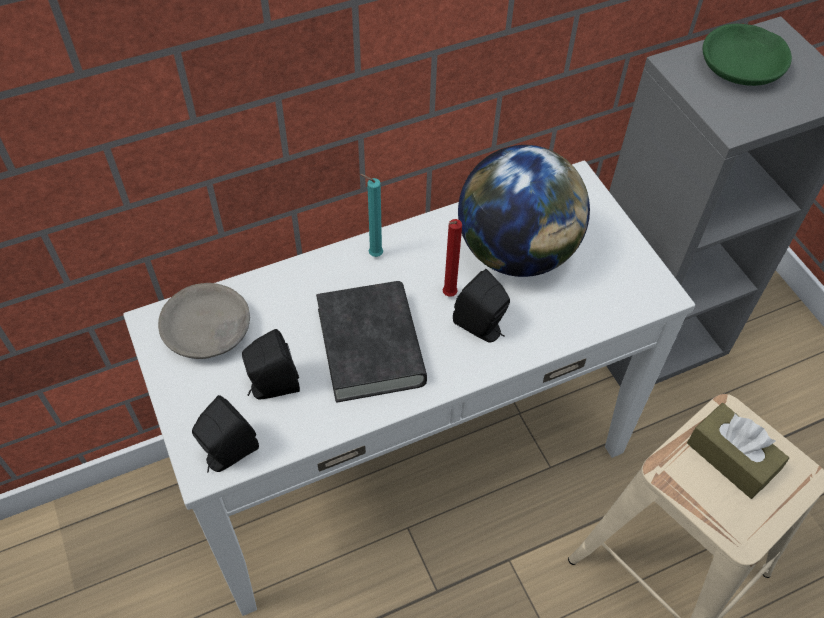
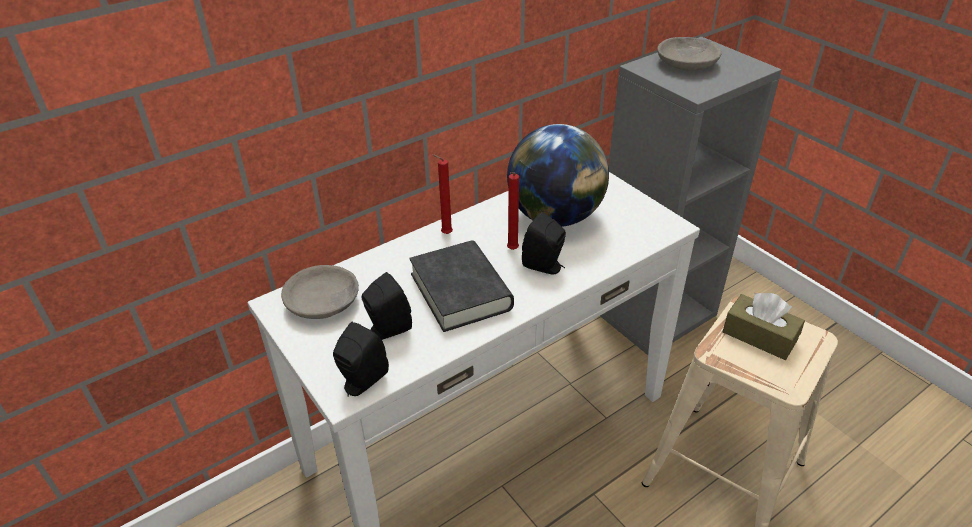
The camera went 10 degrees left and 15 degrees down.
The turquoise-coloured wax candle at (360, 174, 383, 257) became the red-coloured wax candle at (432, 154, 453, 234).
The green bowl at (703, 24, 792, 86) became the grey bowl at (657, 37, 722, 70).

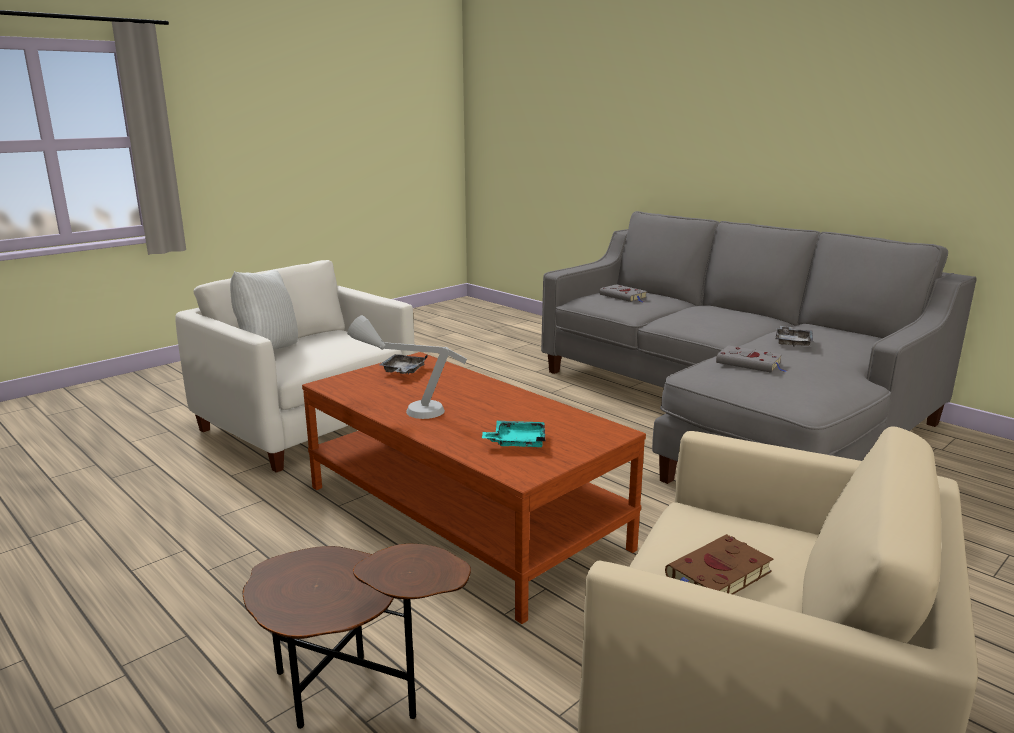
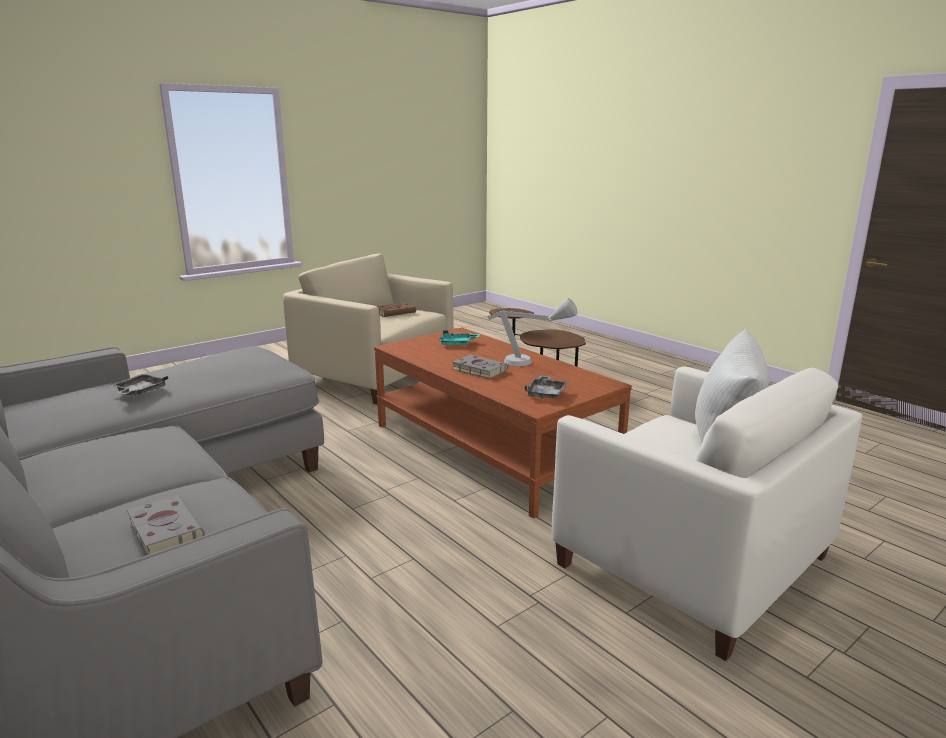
The camera went 175 degrees left and 0 degrees up.
The grey volume moved from (716, 345, 786, 373) to (452, 355, 508, 379).

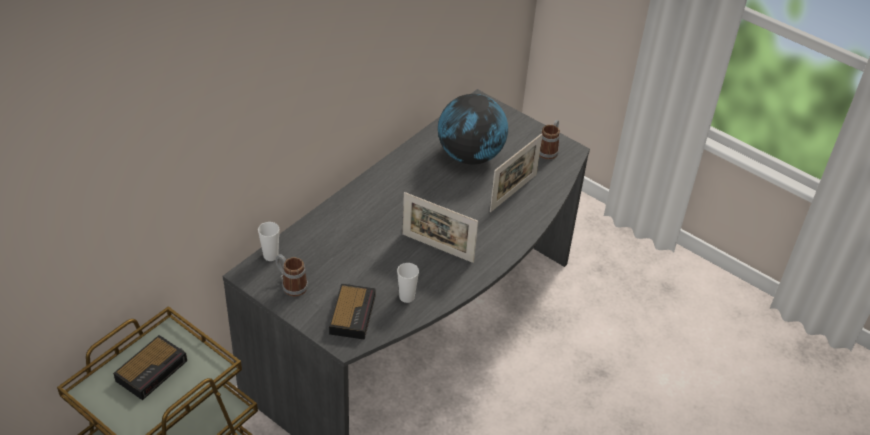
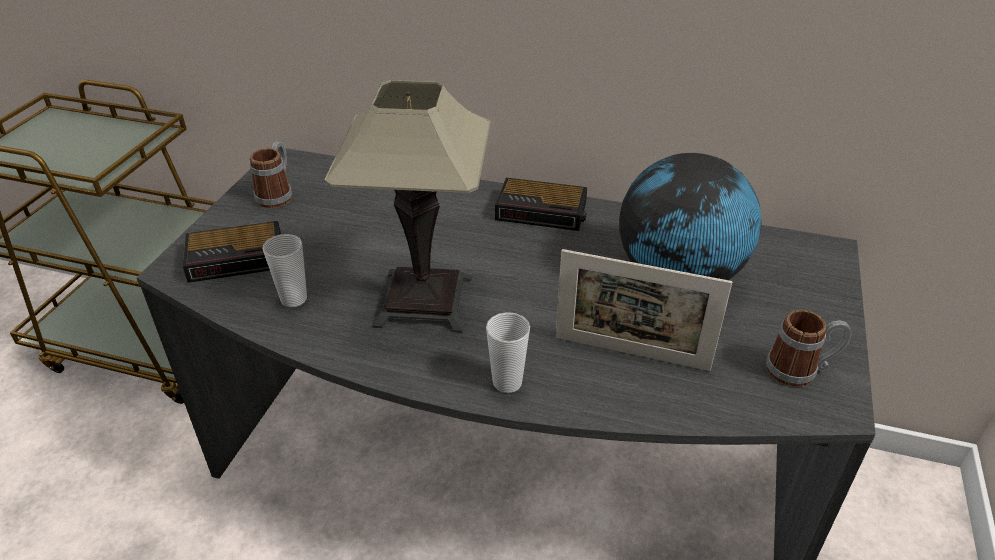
The camera went 70 degrees right and 5 degrees down.
The table clock moved from (113, 335, 187, 400) to (495, 178, 587, 231).
The cup moved from (258, 222, 279, 261) to (486, 312, 530, 393).
The standing frame at (402, 192, 478, 263) was replaced by the lamp for a table at (324, 80, 491, 333).

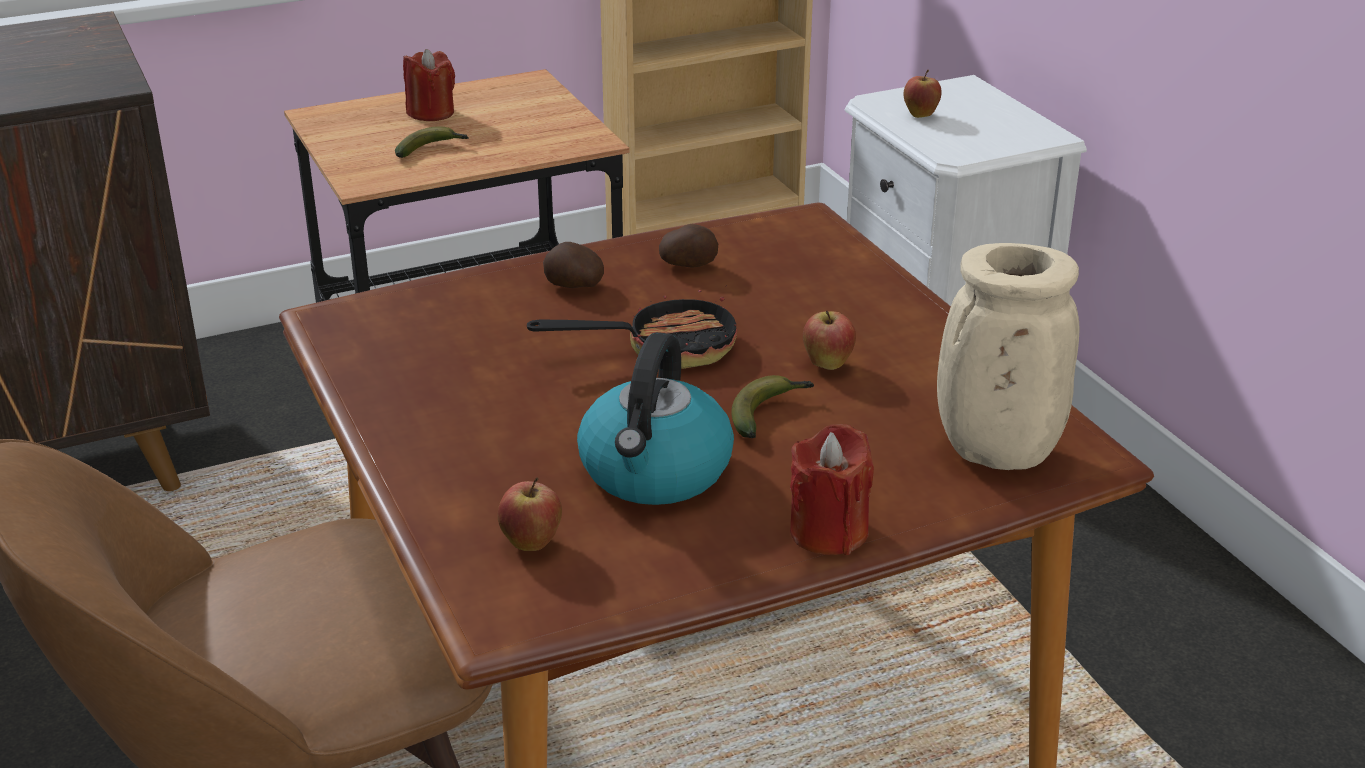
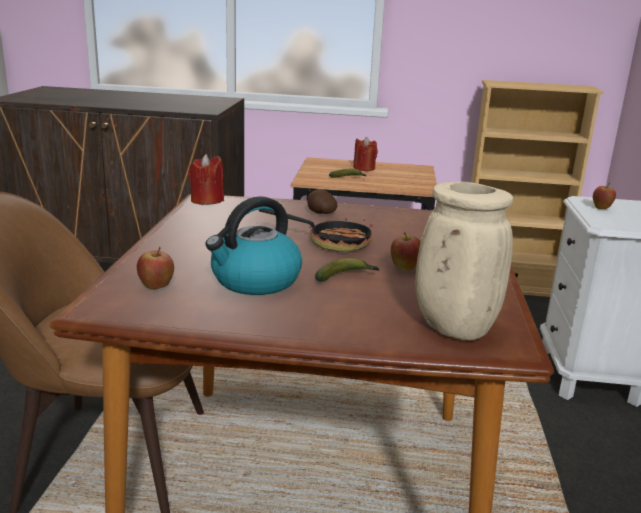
The camera went 30 degrees right and 10 degrees down.
The whole potato at (659, 224, 718, 268) disappeared.
The red-coloured wax candle moved from (790, 424, 874, 555) to (188, 154, 224, 205).

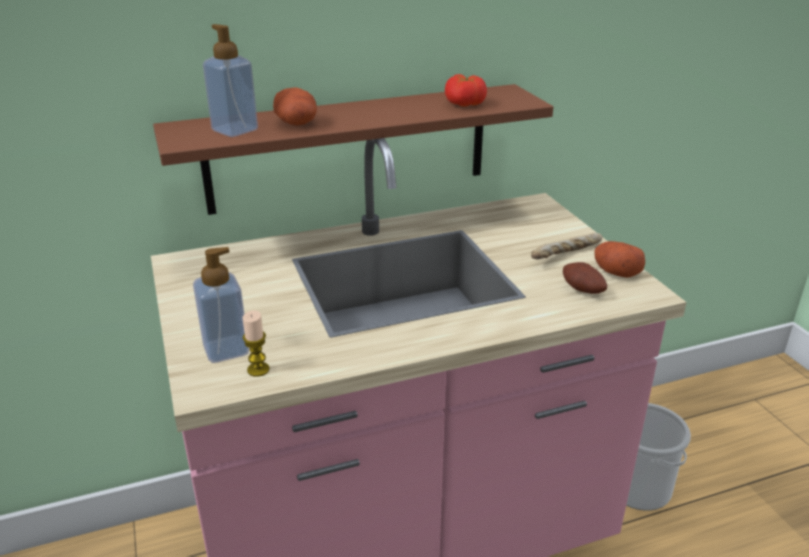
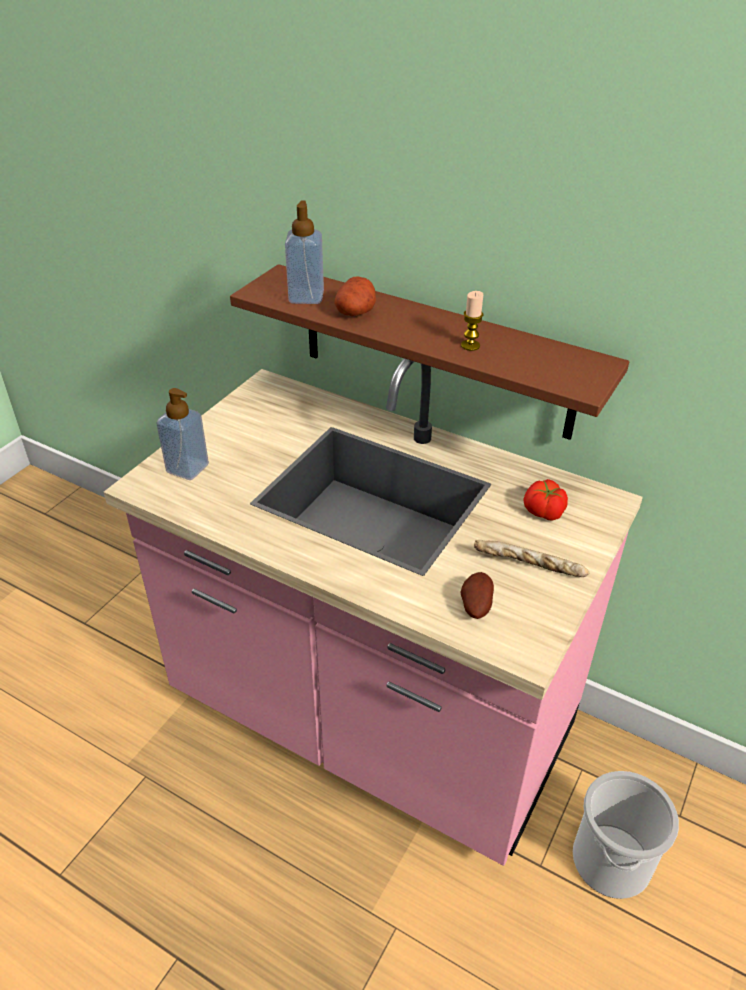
The camera went 50 degrees right and 10 degrees up.
The whole potato at (594, 241, 645, 278) disappeared.
The wax candle moved from (242, 311, 270, 377) to (461, 291, 483, 351).
The fresh tomato moved from (445, 74, 487, 107) to (524, 479, 568, 521).

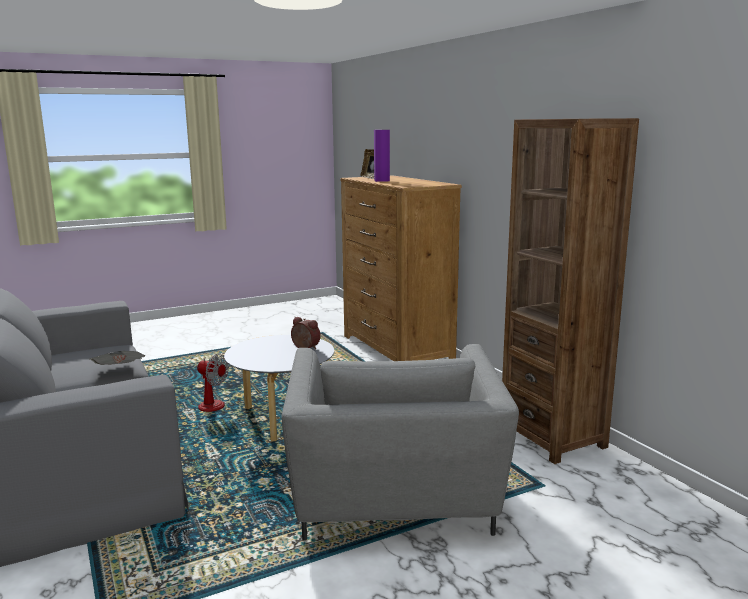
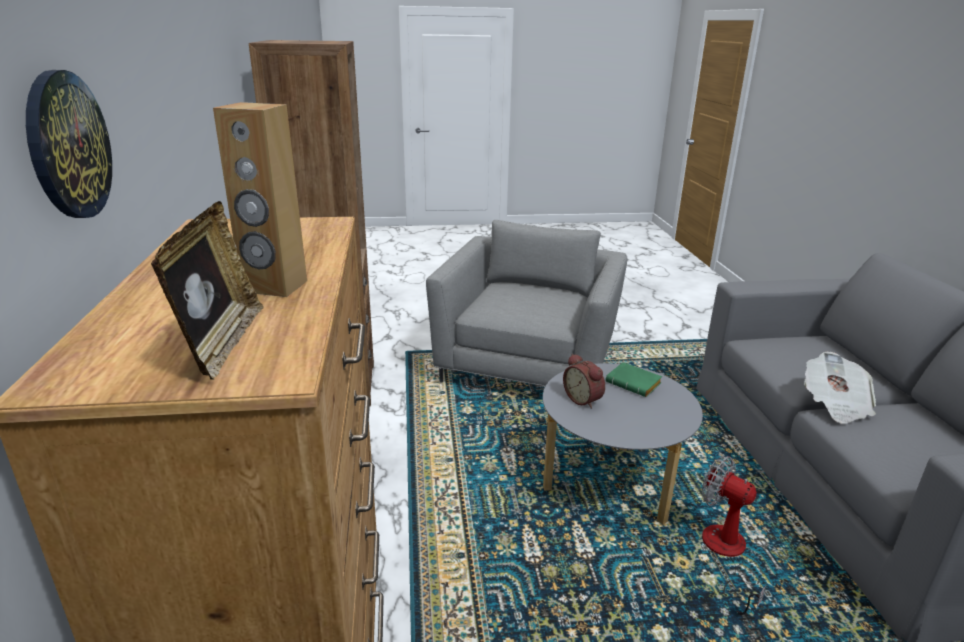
The camera went 160 degrees left and 10 degrees up.
The wall clock at (26, 70, 112, 218) appeared.
The green volume at (606, 362, 662, 397) appeared.
The purple audio speaker at (374, 130, 390, 182) became the brown-coloured audio speaker at (213, 102, 307, 297).

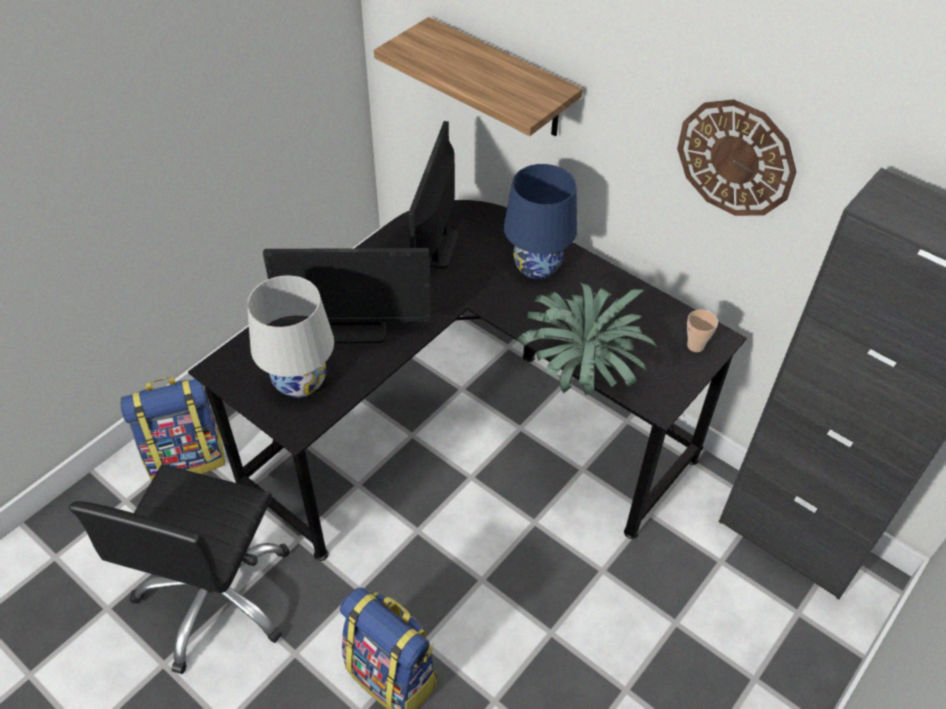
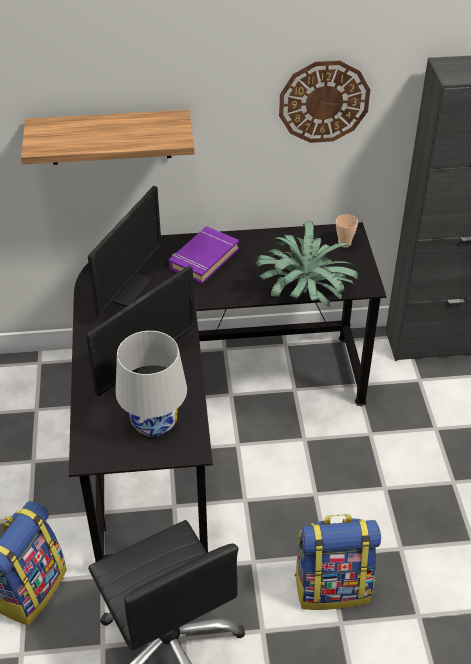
The camera went 45 degrees left and 5 degrees down.
The bluish lamp for a table at (504, 164, 577, 279) was replaced by the purple volume at (169, 226, 239, 284).
The computer screen at (408, 121, 459, 268) turned 120 degrees counterclockwise.

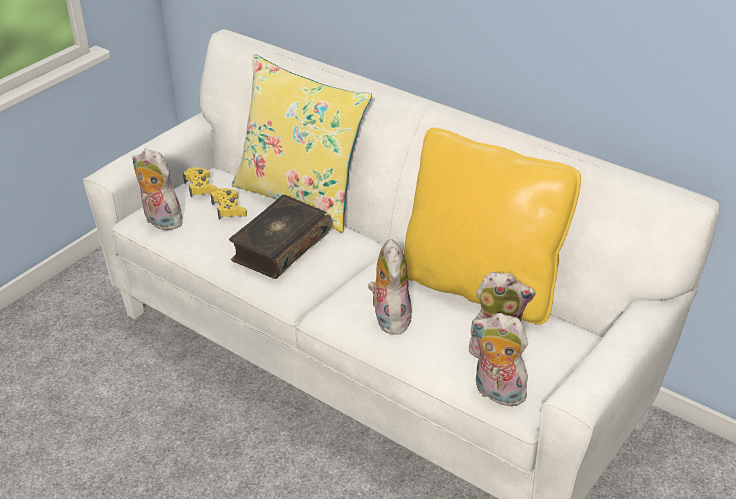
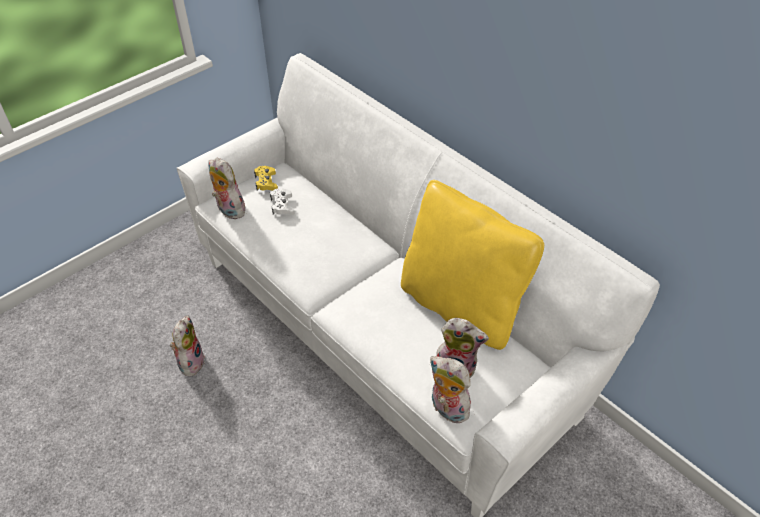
The camera went 10 degrees right and 10 degrees up.
The volume at (229, 195, 332, 279) disappeared.
The yellowish throw pillow at (232, 54, 372, 233) disappeared.
The plush toy moved from (368, 239, 412, 335) to (170, 316, 205, 377).
The yellowish game controller at (211, 188, 247, 220) became the white game controller at (270, 188, 295, 215).

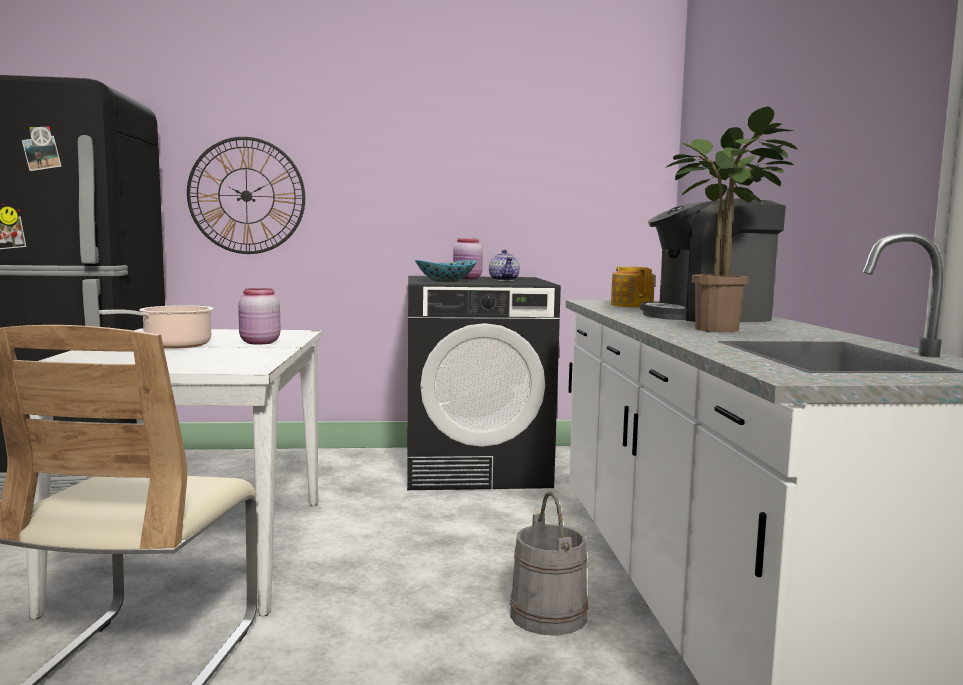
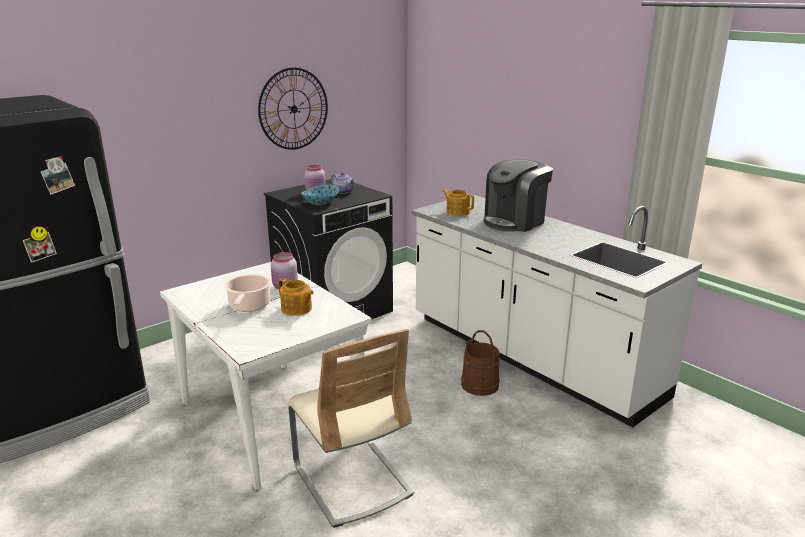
The camera went 35 degrees left and 15 degrees up.
The potted plant at (666, 106, 798, 332) disappeared.
The tea pot at (278, 278, 314, 316) appeared.
The wall clock moved from (187, 137, 305, 254) to (258, 67, 328, 150).
The grey bucket at (510, 492, 588, 636) became the brown-coloured bucket at (461, 330, 500, 396).

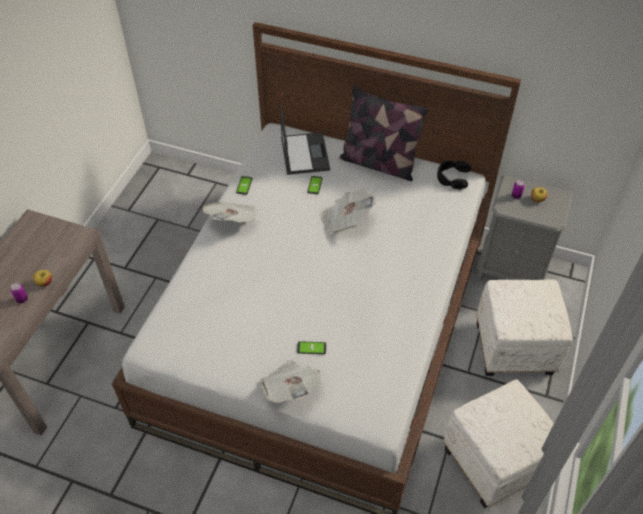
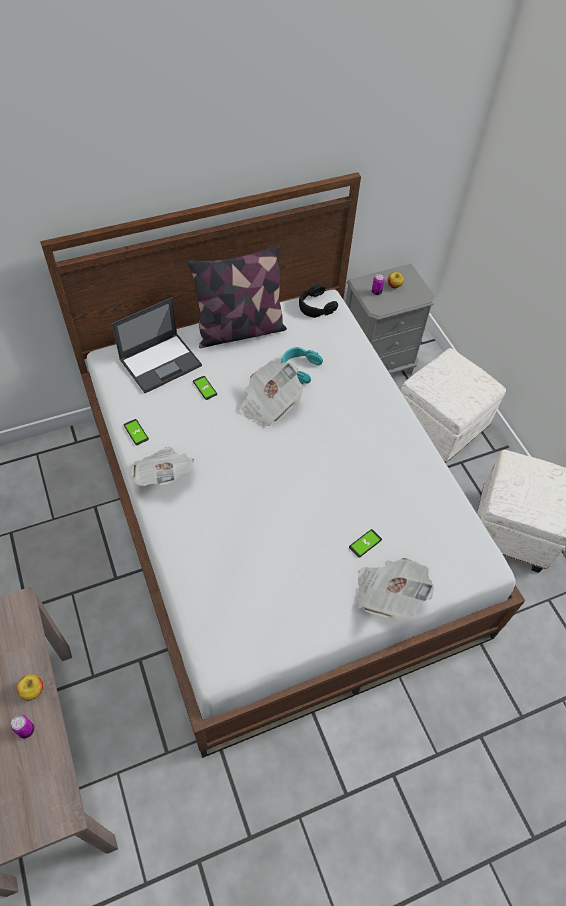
The camera went 45 degrees left and 5 degrees up.
The turquoise-coloured headset at (281, 347, 323, 384) appeared.
The laptop at (280, 104, 330, 175) turned 105 degrees clockwise.

